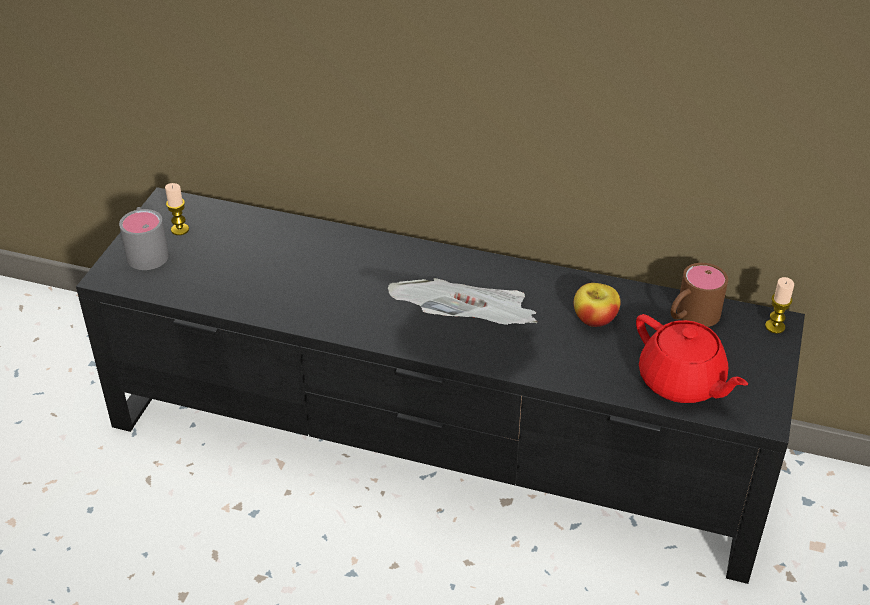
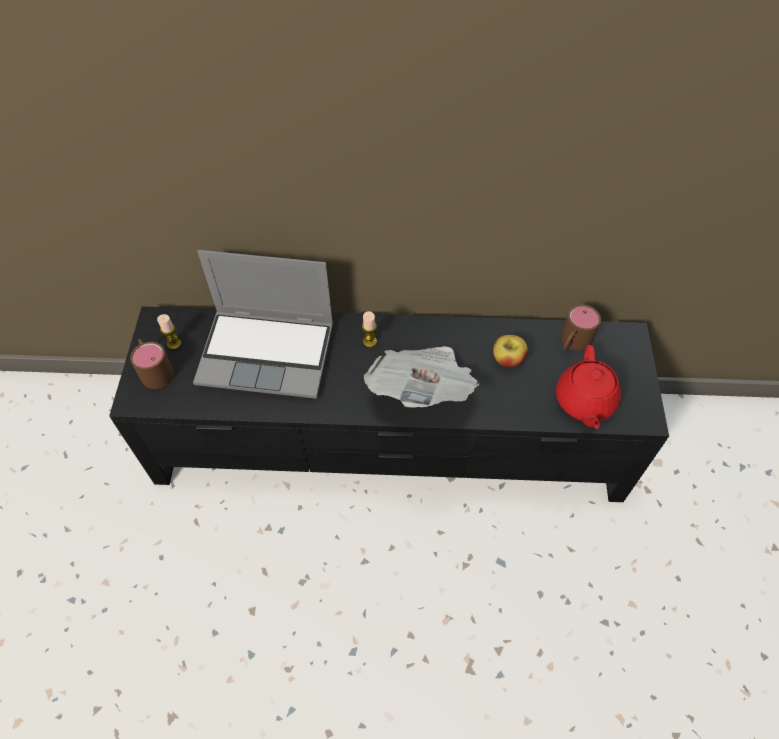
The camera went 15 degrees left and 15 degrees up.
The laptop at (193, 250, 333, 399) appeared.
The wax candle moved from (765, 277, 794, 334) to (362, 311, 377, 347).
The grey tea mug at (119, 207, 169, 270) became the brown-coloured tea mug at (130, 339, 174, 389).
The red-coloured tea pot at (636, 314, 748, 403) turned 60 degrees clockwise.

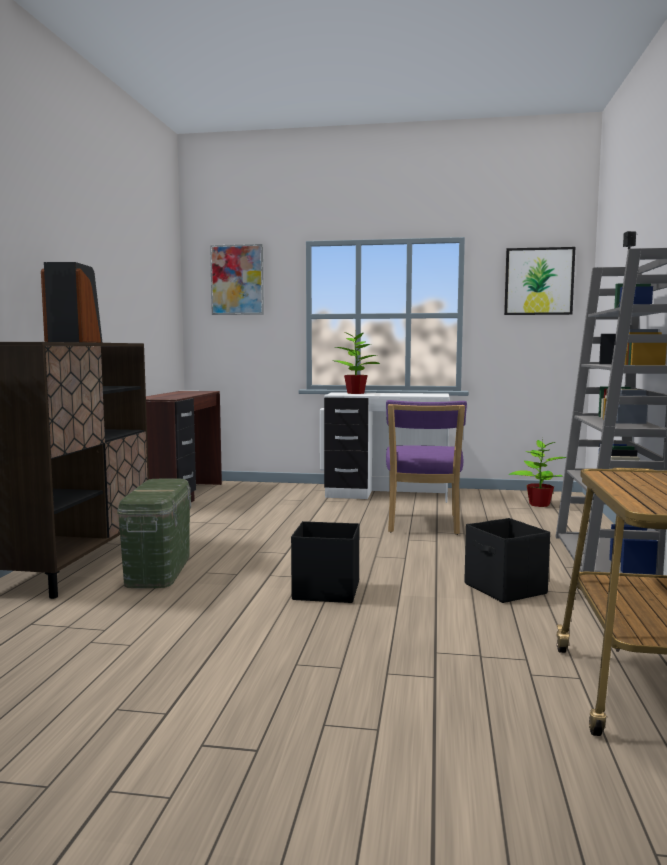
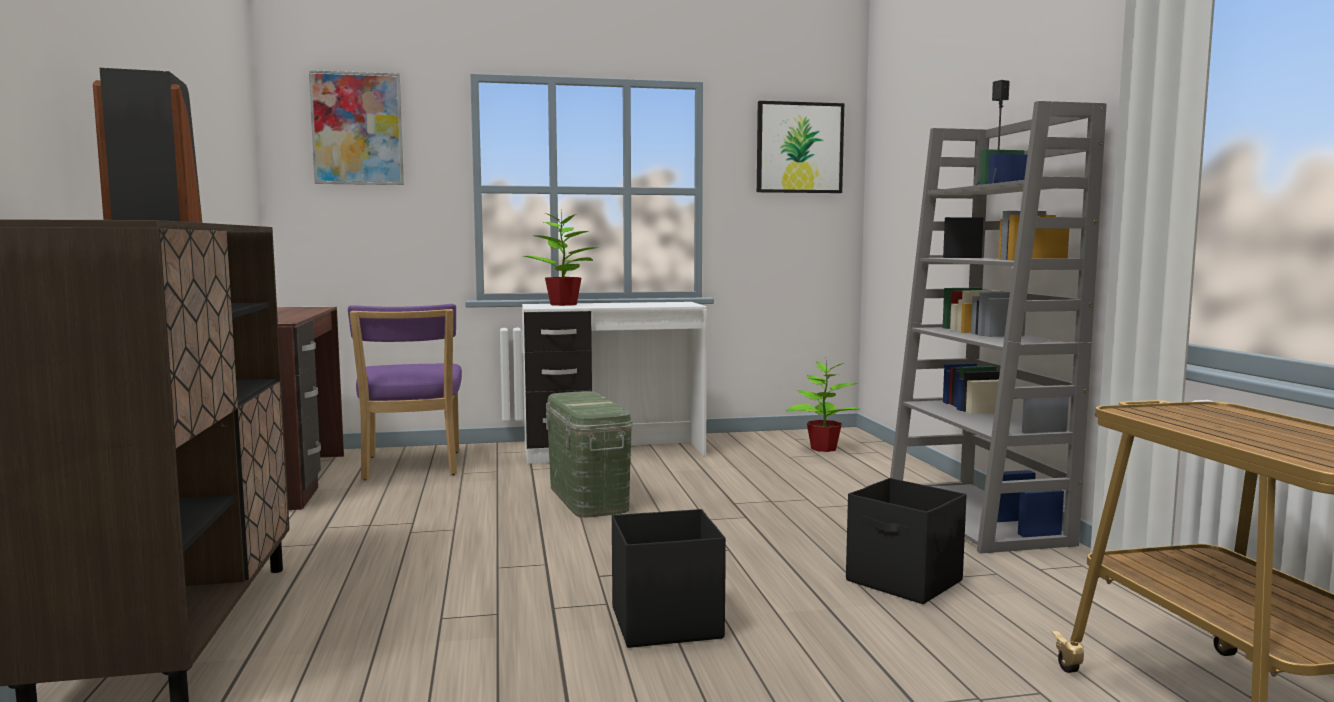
The camera went 20 degrees left and 0 degrees up.
The green storage bin moved from (117, 479, 191, 588) to (546, 391, 633, 518).
The purple plain chair moved from (386, 400, 467, 535) to (348, 304, 462, 480).

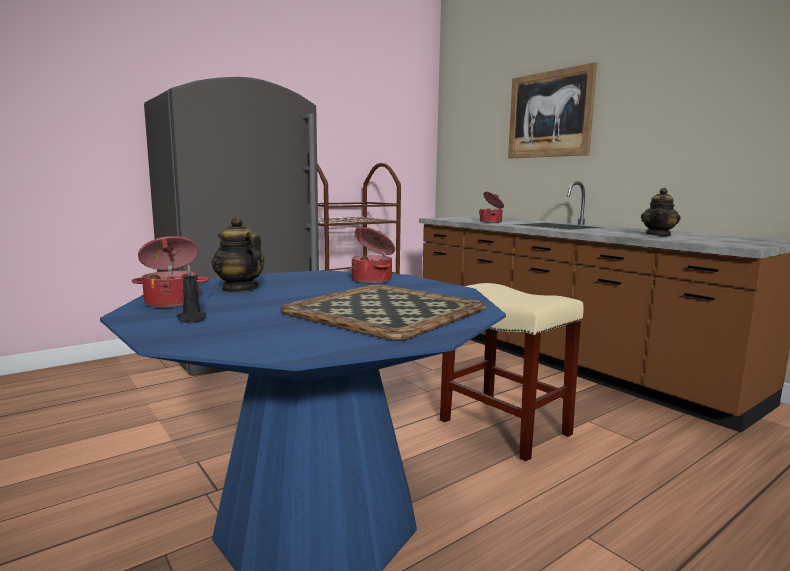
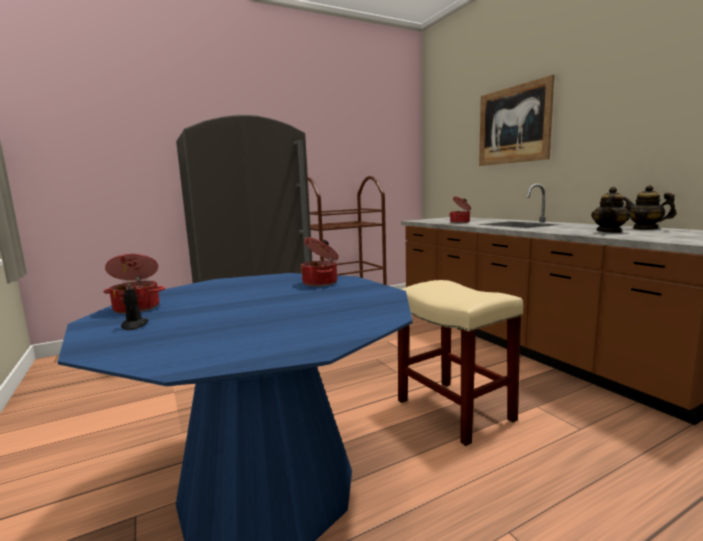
The camera went 10 degrees right and 0 degrees up.
The tray at (280, 285, 486, 341) disappeared.
The tea pot moved from (212, 217, 265, 292) to (623, 185, 677, 230).

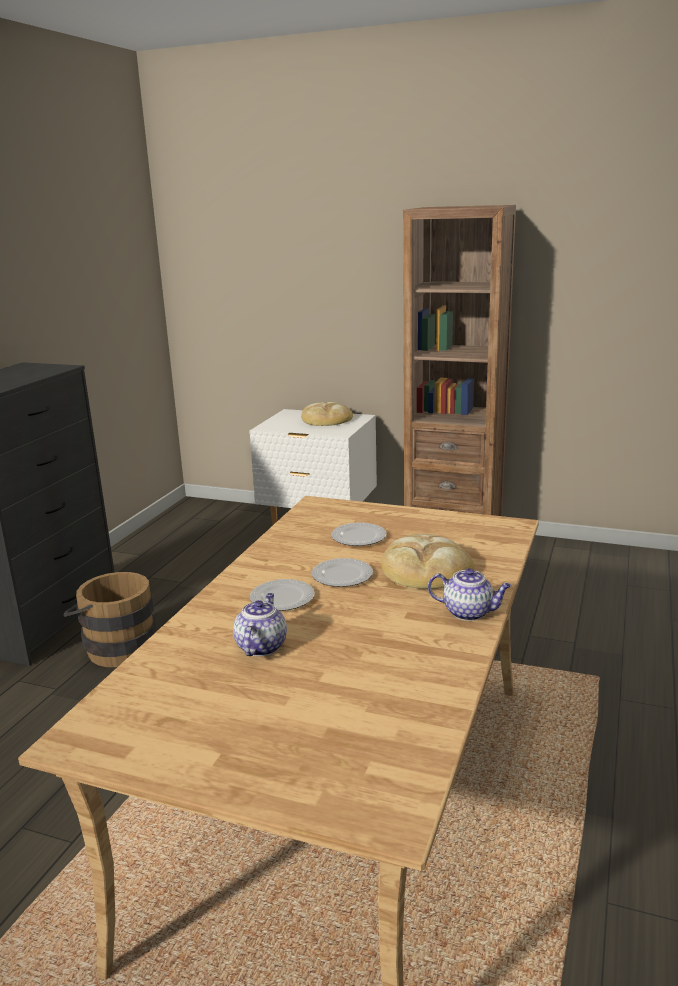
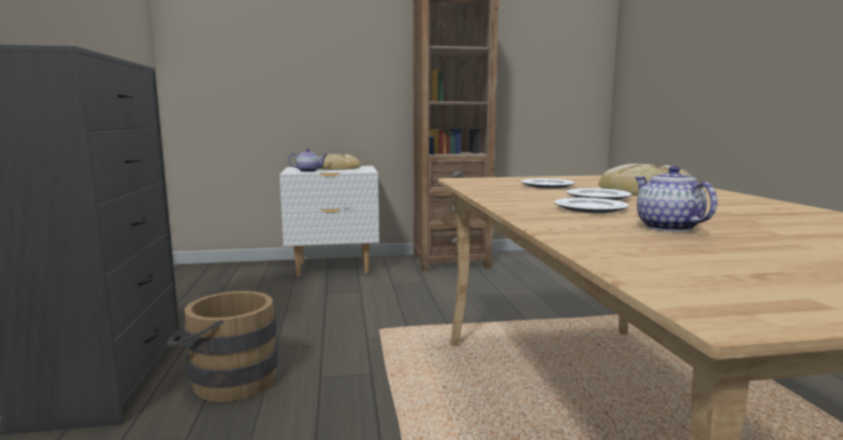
The camera went 30 degrees left and 10 degrees down.
The tea pot moved from (428, 568, 511, 621) to (288, 148, 327, 172).

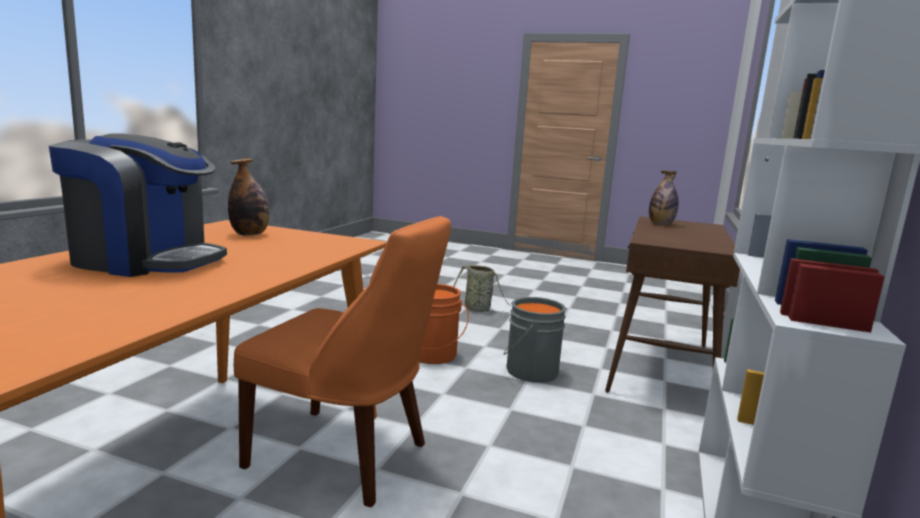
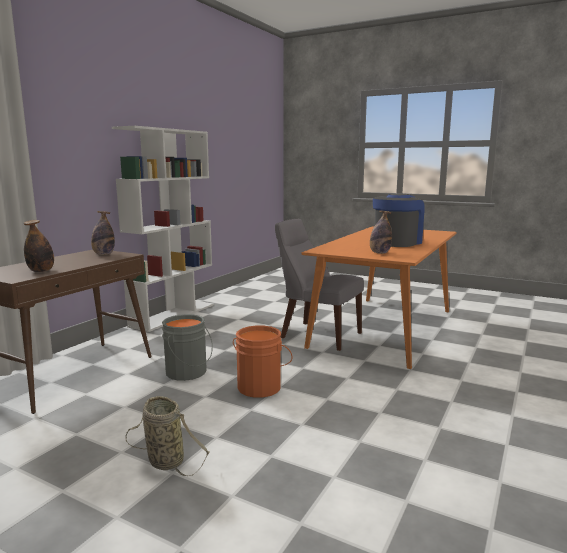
The camera went 170 degrees left and 0 degrees up.
The beverage bottle at (91, 211, 115, 255) appeared.
The orangey plain chair at (234, 216, 451, 507) became the grey plain chair at (275, 219, 364, 351).
The coffee machine at (49, 133, 227, 277) turned 105 degrees clockwise.

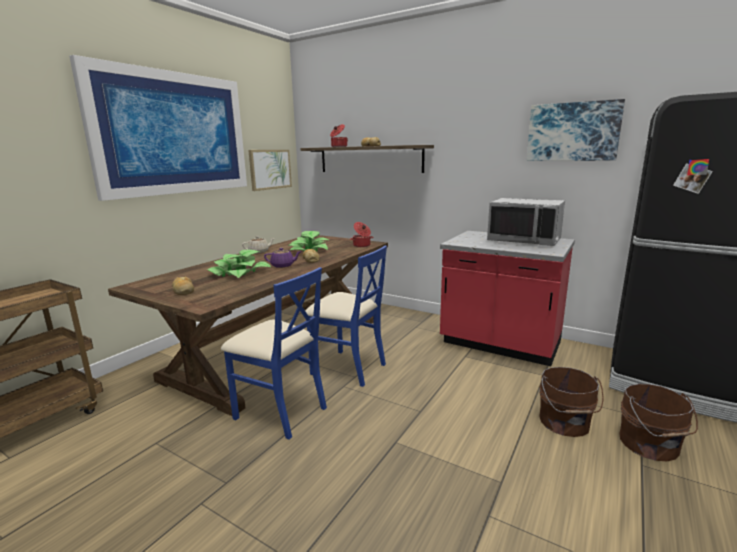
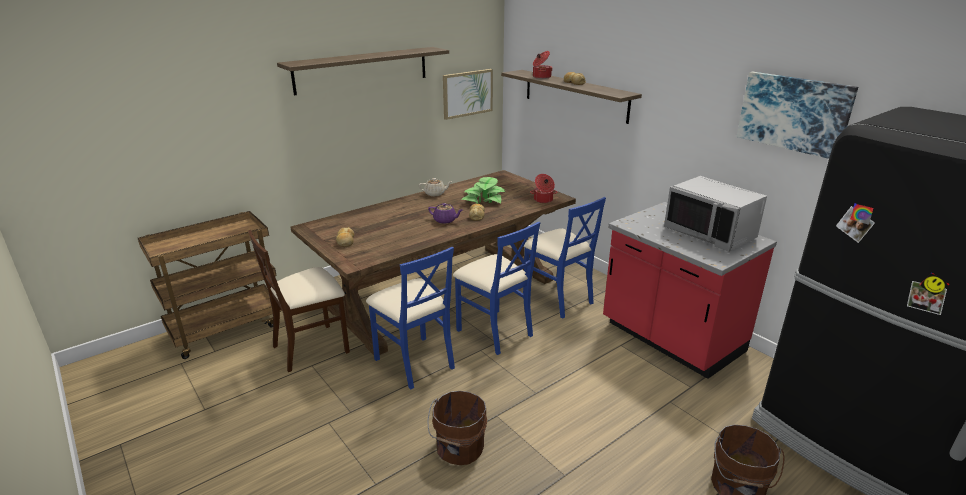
The camera went 20 degrees right and 10 degrees up.
The potted plant at (207, 249, 271, 278) disappeared.
The beige plain chair at (248, 230, 350, 372) appeared.
The bluish plain chair at (523, 197, 606, 319) appeared.
The brown-coloured bucket moved from (539, 367, 604, 437) to (428, 391, 487, 465).
The wall art at (69, 55, 247, 201) was replaced by the wall shelf at (277, 47, 449, 95).

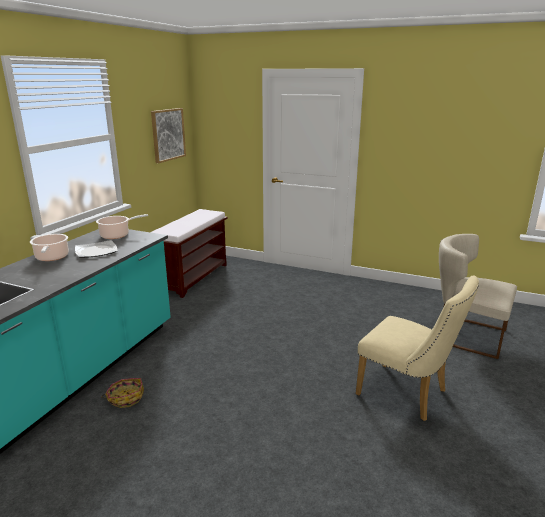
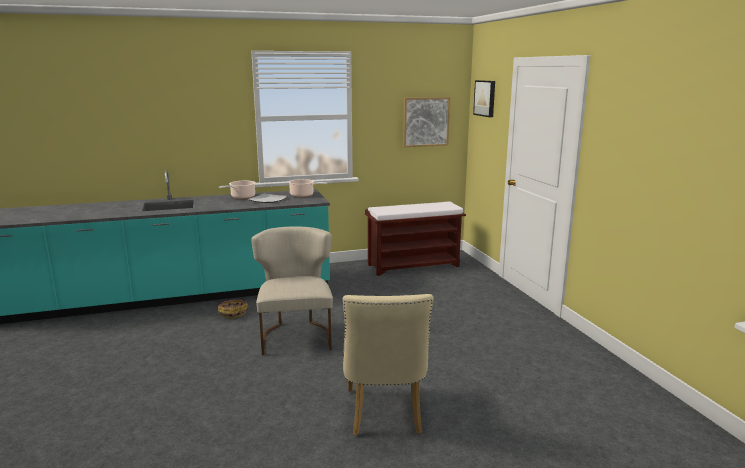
The camera went 50 degrees right and 5 degrees down.
The wall art at (473, 80, 495, 117) appeared.
The beige plain chair moved from (439, 234, 517, 359) to (251, 226, 333, 355).

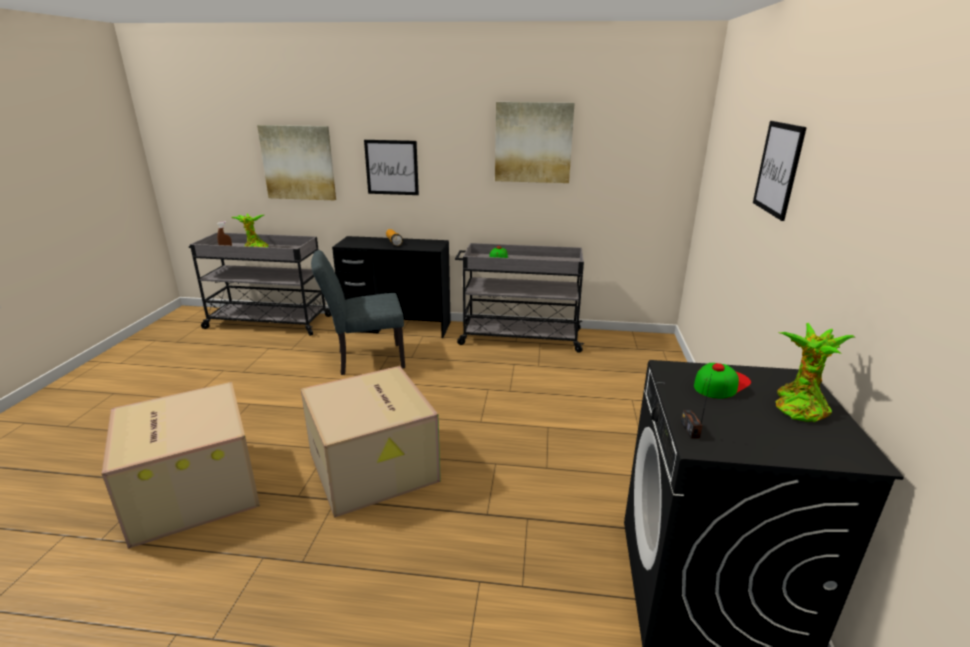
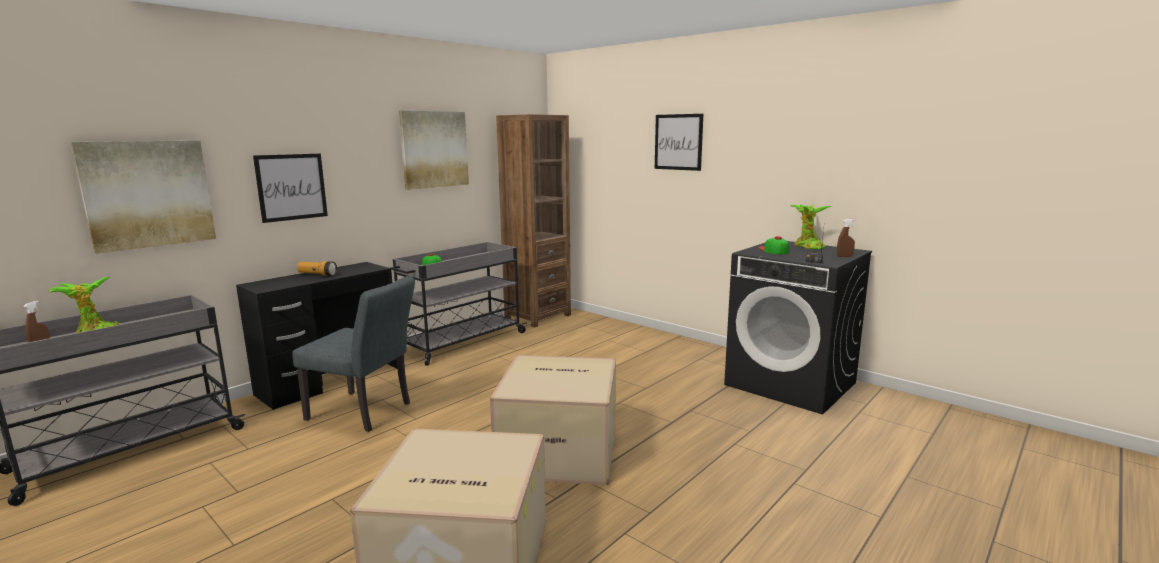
The camera went 55 degrees left and 10 degrees down.
The brown-coloured bookcase at (496, 114, 571, 328) appeared.
The brown-coloured hand sprayer at (837, 219, 855, 257) appeared.
The grey plain chair at (311, 250, 405, 375) turned 90 degrees counterclockwise.

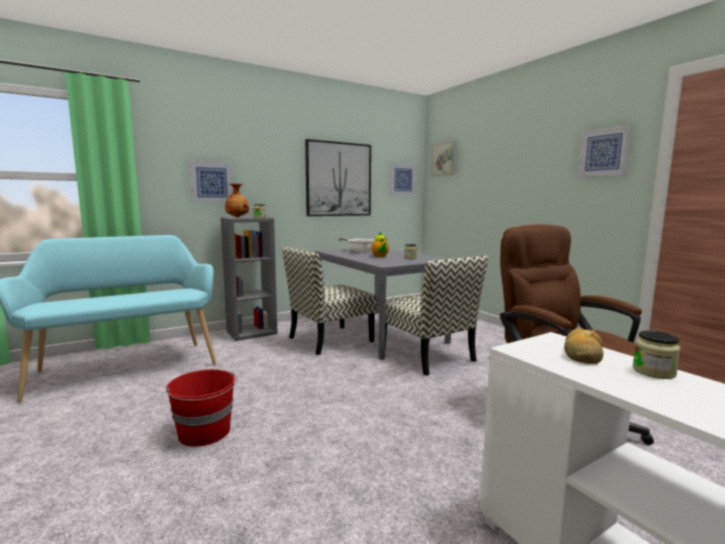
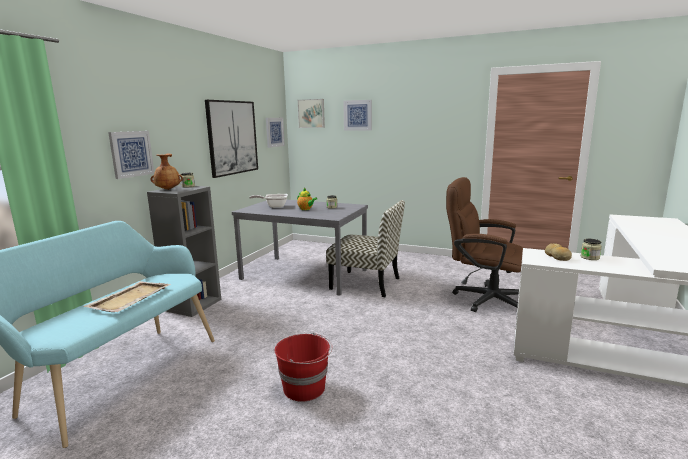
The camera went 35 degrees left and 5 degrees up.
The plain chair at (282, 247, 377, 355) disappeared.
The beige tray at (83, 281, 171, 312) appeared.
The wall art moved from (578, 125, 632, 177) to (343, 100, 372, 131).

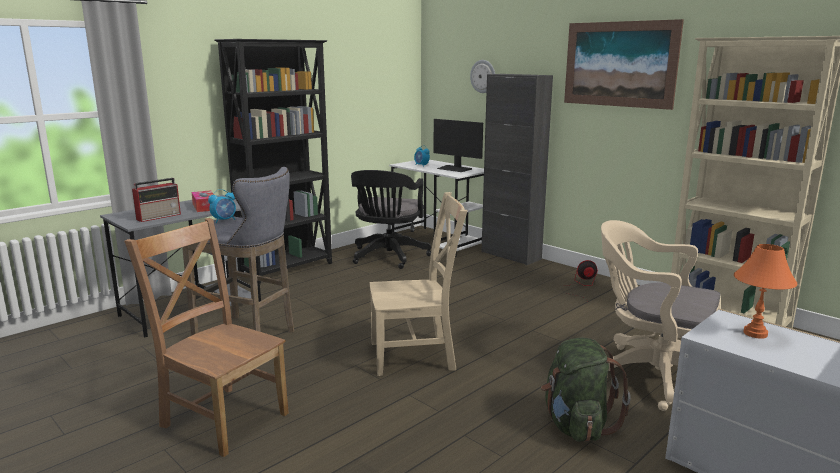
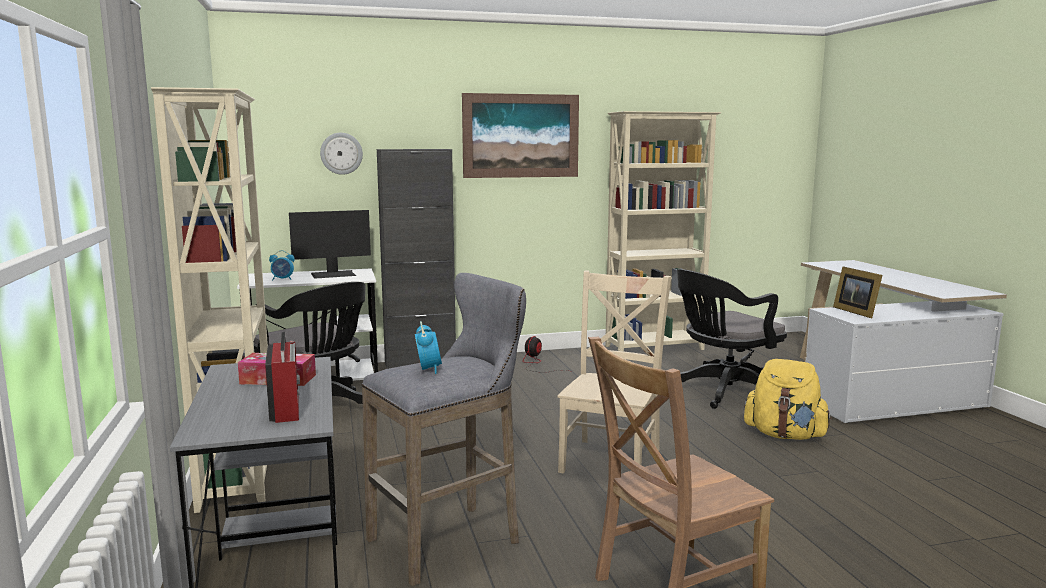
The camera went 60 degrees left and 5 degrees down.
The orangey lamp for a table at (734, 244, 798, 339) was replaced by the standing frame at (833, 267, 883, 318).
The blackish bookcase at (214, 39, 332, 284) became the beige bookcase at (151, 87, 268, 513).
The green backpack at (541, 338, 631, 442) became the yellowish backpack at (744, 359, 832, 440).
The beige computer chair at (601, 220, 720, 411) became the blackish computer chair at (677, 269, 787, 409).

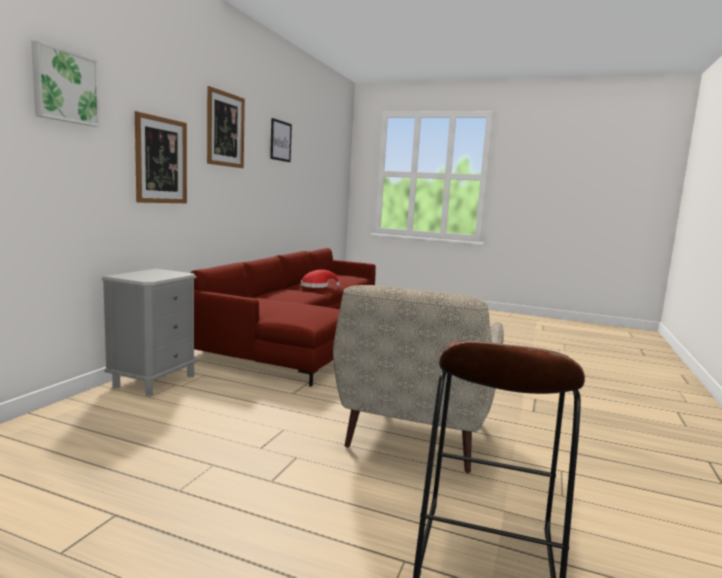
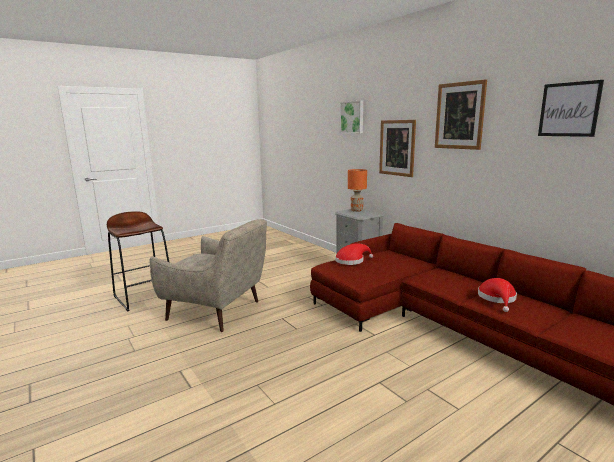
The camera went 125 degrees right and 5 degrees up.
The red-coloured clothing hat at (335, 243, 373, 265) appeared.
The orangey lamp for a table at (348, 169, 367, 212) appeared.
The beige lounge chair at (333, 285, 504, 473) turned 150 degrees clockwise.

